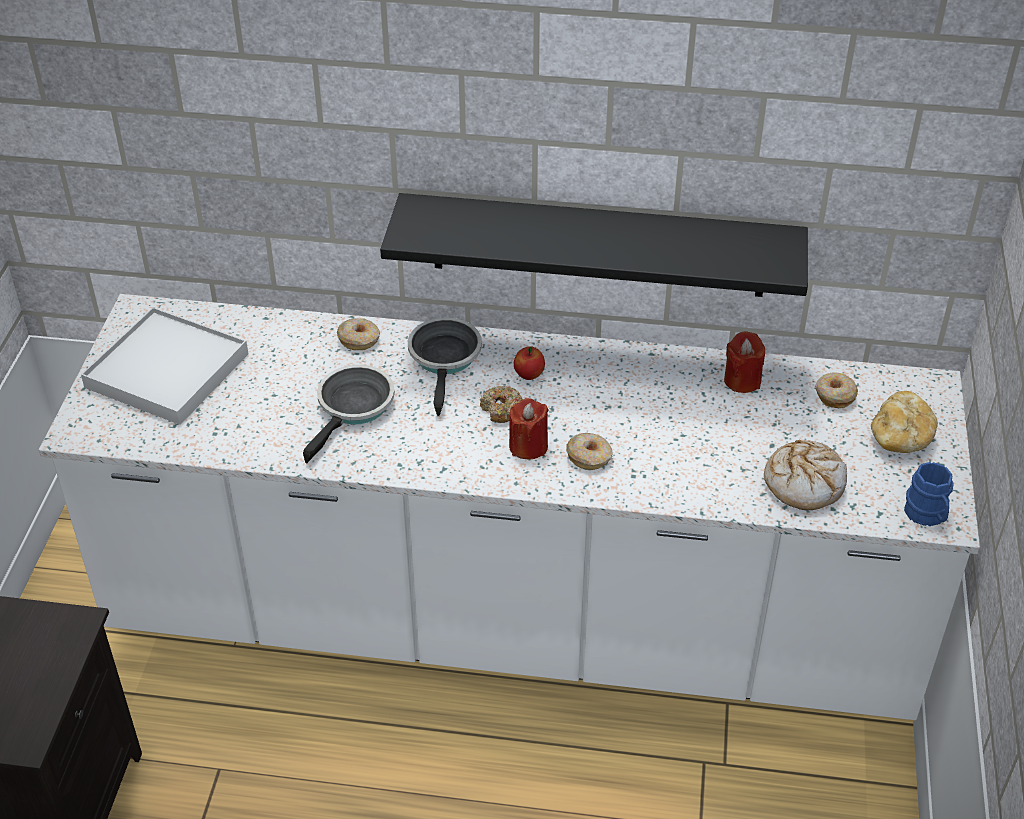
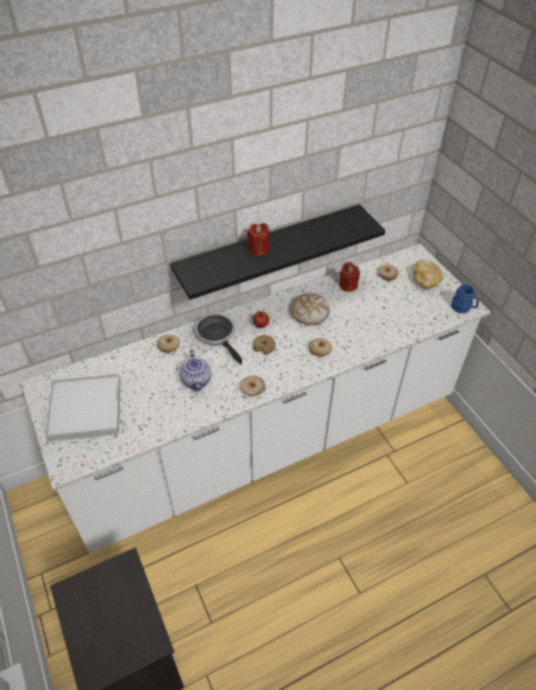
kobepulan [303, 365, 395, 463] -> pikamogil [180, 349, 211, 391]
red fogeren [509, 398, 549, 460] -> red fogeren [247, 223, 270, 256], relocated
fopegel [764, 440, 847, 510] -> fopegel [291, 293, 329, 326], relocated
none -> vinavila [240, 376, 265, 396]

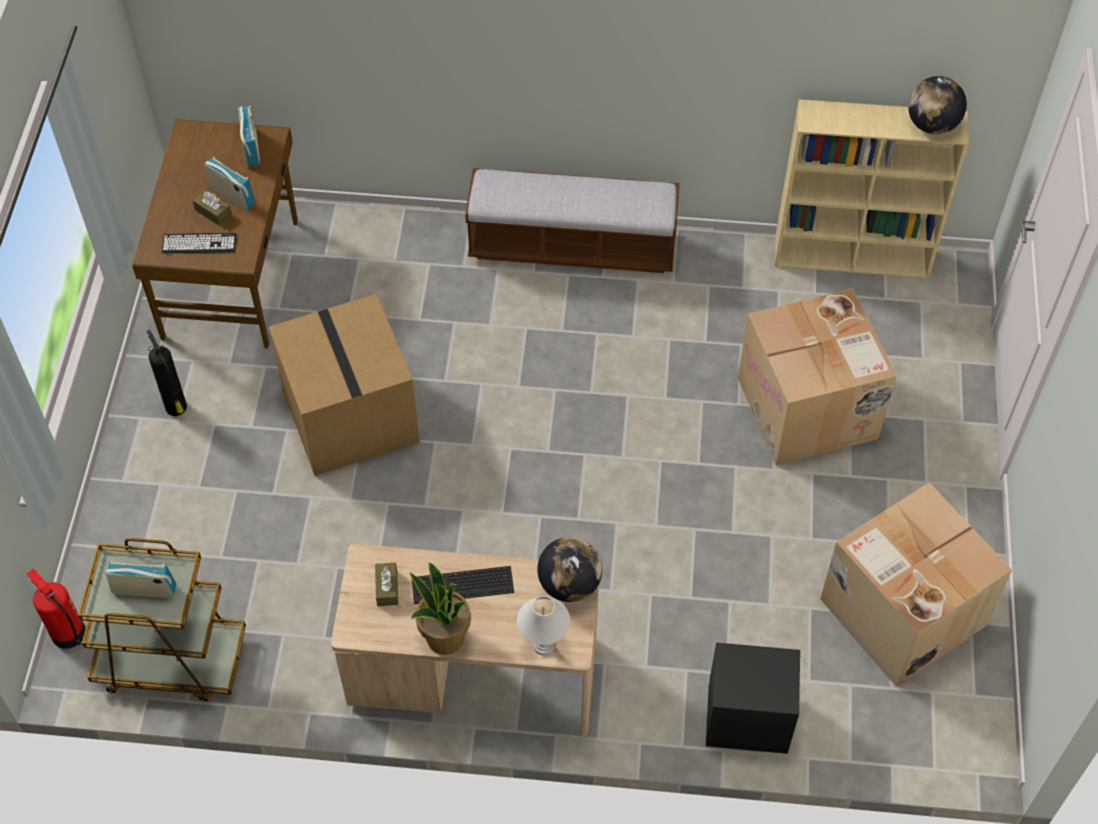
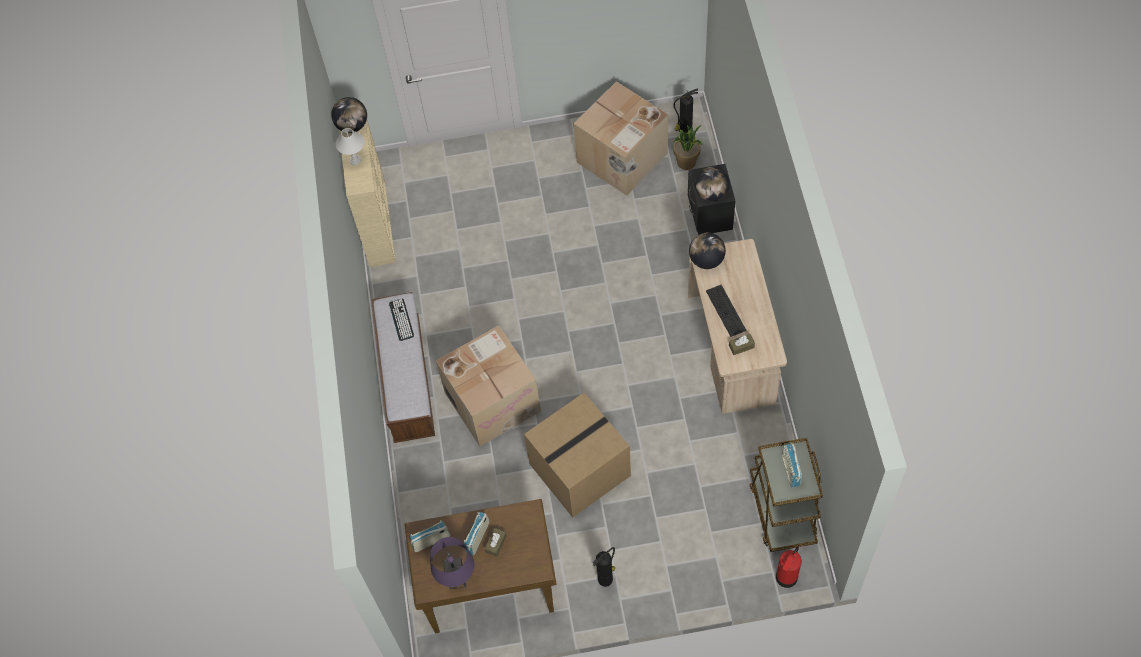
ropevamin [161, 233, 237, 254] -> ropevamin [389, 299, 414, 341], relocated
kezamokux [410, 562, 471, 655] -> kezamokux [673, 125, 702, 170], relocated
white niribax [517, 596, 570, 655] -> white niribax [336, 128, 364, 165], relocated
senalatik [738, 288, 897, 465] -> senalatik [436, 325, 541, 446], relocated
none -> purple niribax [430, 537, 474, 589]
none -> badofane [674, 89, 698, 133]
none -> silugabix [695, 167, 730, 202]

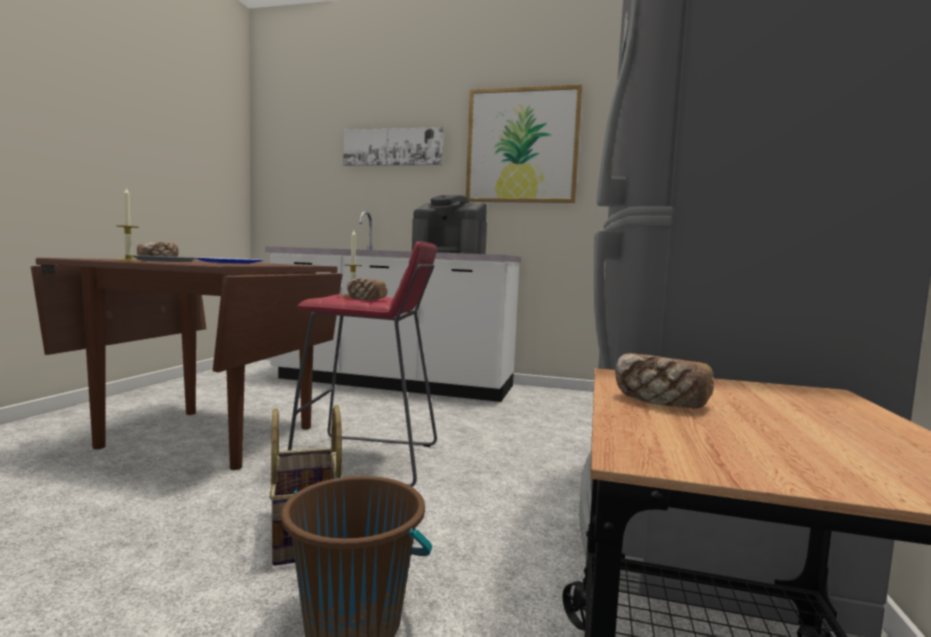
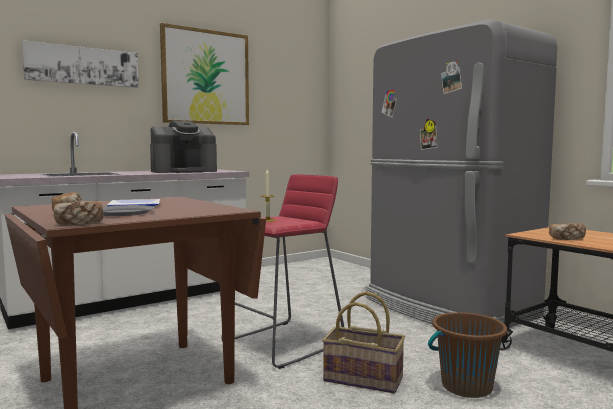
fogeren [116, 187, 142, 261] -> none
fopegel [347, 278, 388, 300] -> fopegel [54, 201, 103, 225], relocated

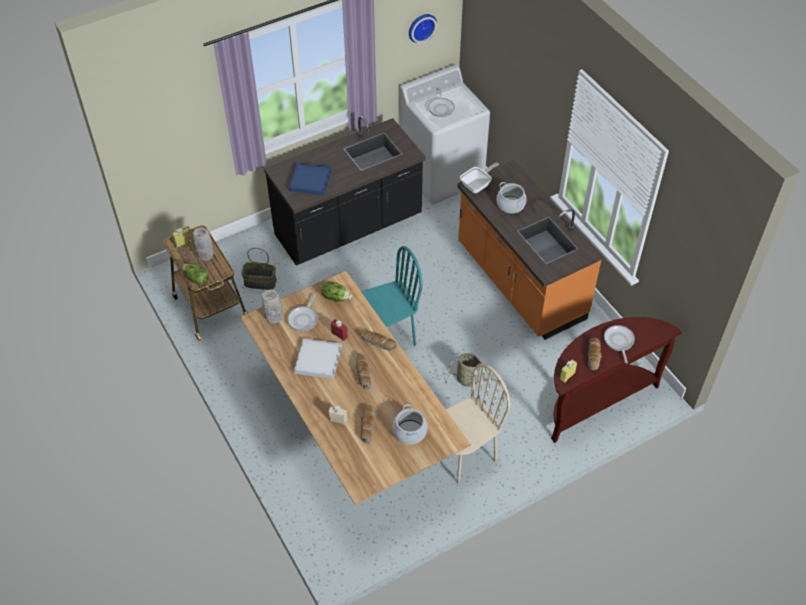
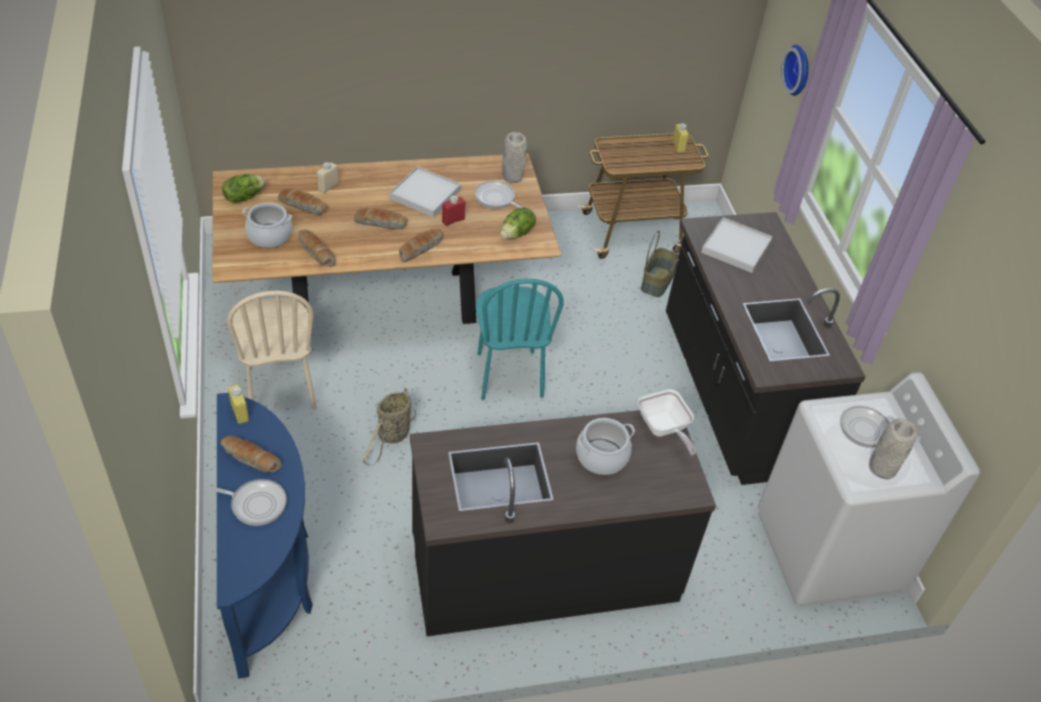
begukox [182, 264, 209, 285] -> begukox [222, 174, 266, 203], relocated
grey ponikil [193, 228, 214, 261] -> grey ponikil [869, 418, 918, 479], relocated
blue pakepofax [289, 163, 331, 195] -> white pakepofax [701, 217, 773, 273]
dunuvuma [409, 14, 437, 43] -> dunuvuma [781, 45, 809, 96], relocated
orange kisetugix [457, 160, 603, 340] -> black kisetugix [410, 410, 716, 636]
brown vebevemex [551, 317, 682, 443] -> blue vebevemex [217, 393, 313, 679]
none -> fopegel [298, 230, 336, 266]

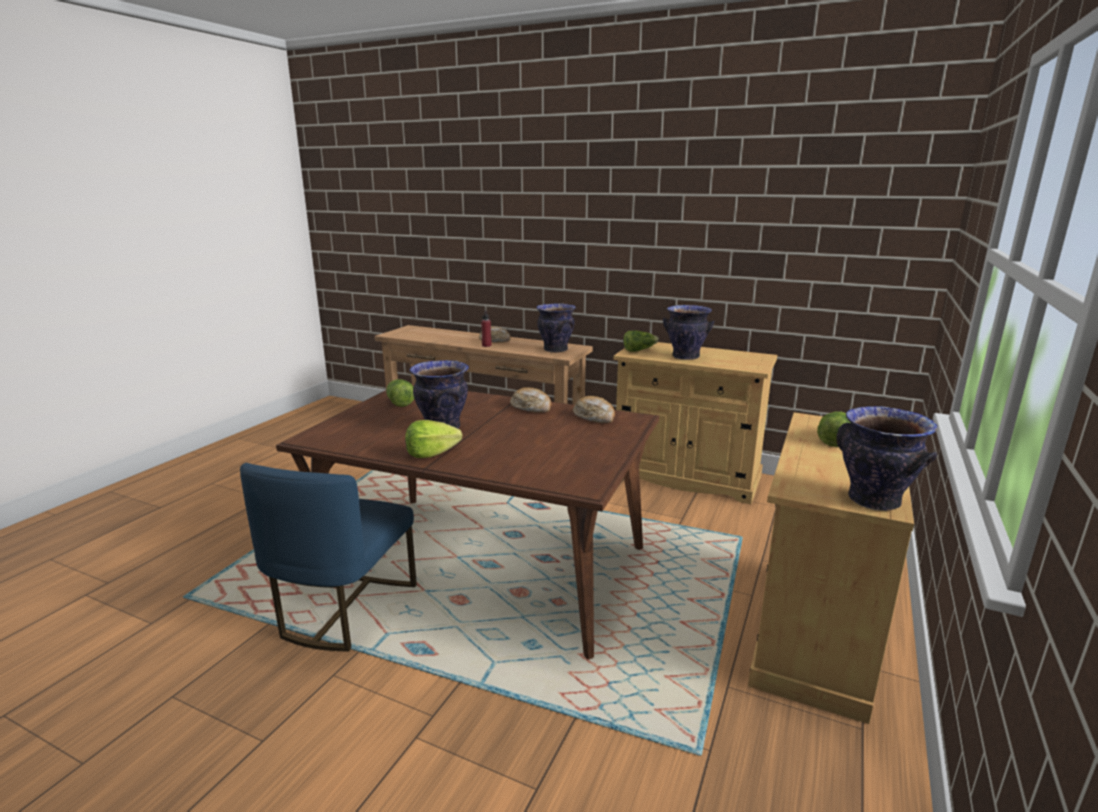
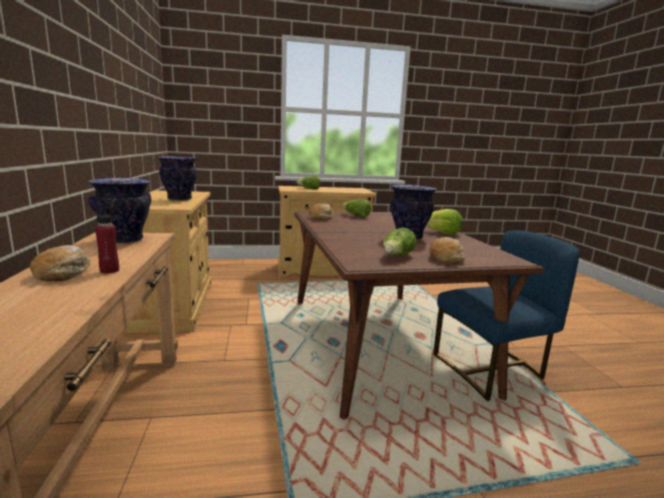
fopegel [510, 387, 552, 413] -> fopegel [429, 237, 465, 264], relocated
begukox [623, 331, 659, 352] -> begukox [342, 199, 371, 218], relocated
ponikil [837, 406, 937, 511] -> none

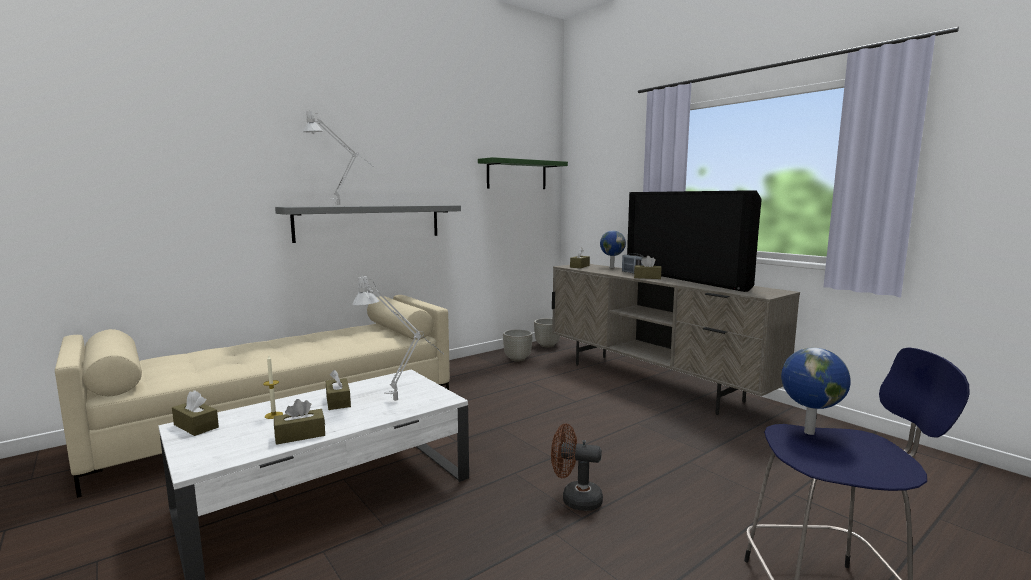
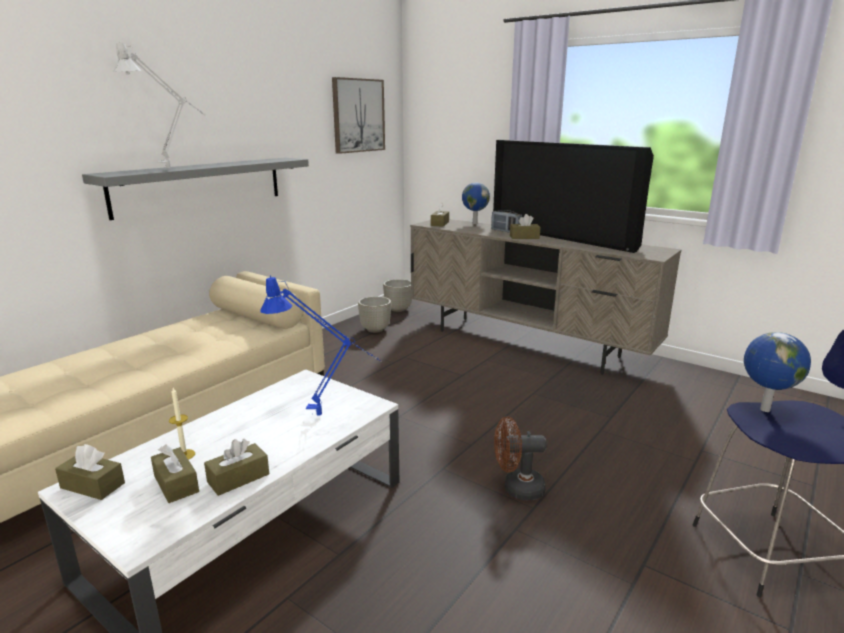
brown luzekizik [326, 370, 351, 410] -> brown luzekizik [151, 444, 199, 503], relocated
grey niribax [352, 274, 444, 401] -> blue niribax [260, 276, 382, 416]
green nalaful [478, 157, 568, 189] -> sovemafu [332, 77, 385, 154]

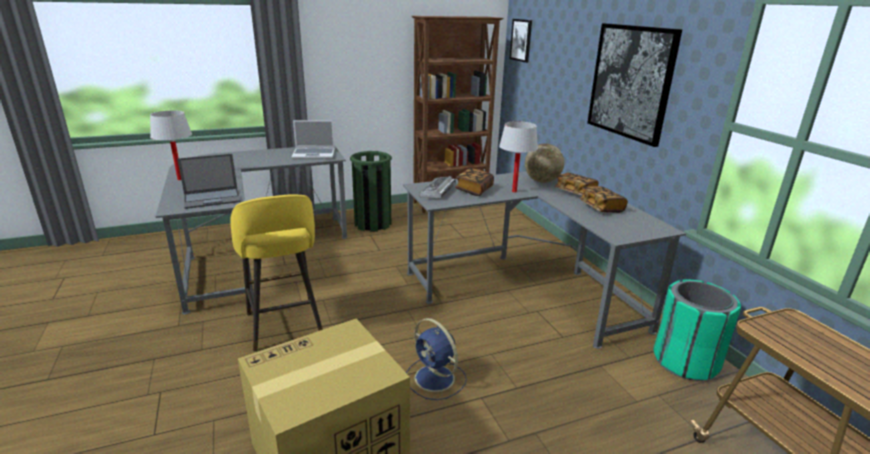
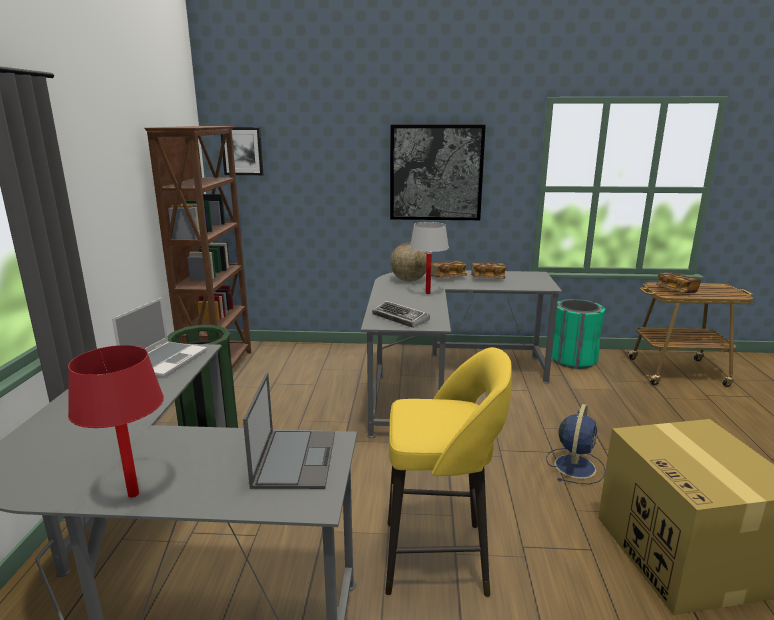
white niribax [150, 110, 192, 180] -> red niribax [68, 345, 164, 498]
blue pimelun [406, 318, 467, 400] -> blue pimelun [546, 404, 605, 484], 45 degrees counterclockwise
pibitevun [455, 168, 494, 196] -> pibitevun [655, 272, 701, 293], relocated

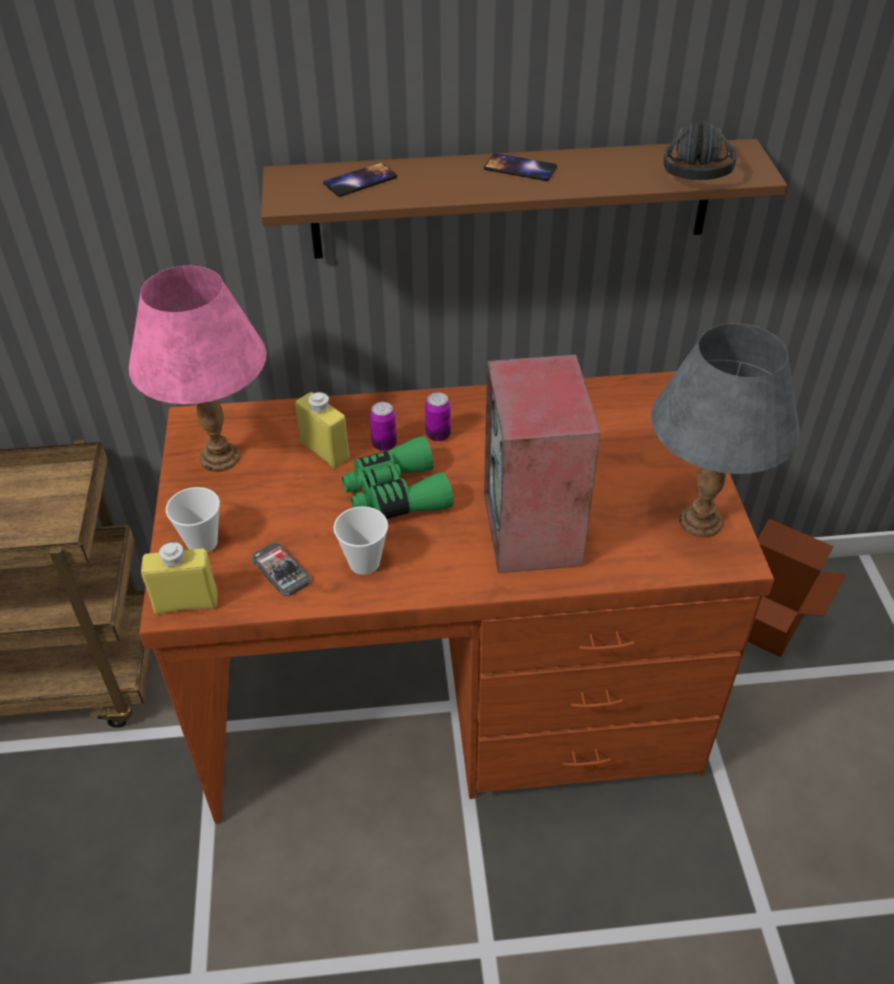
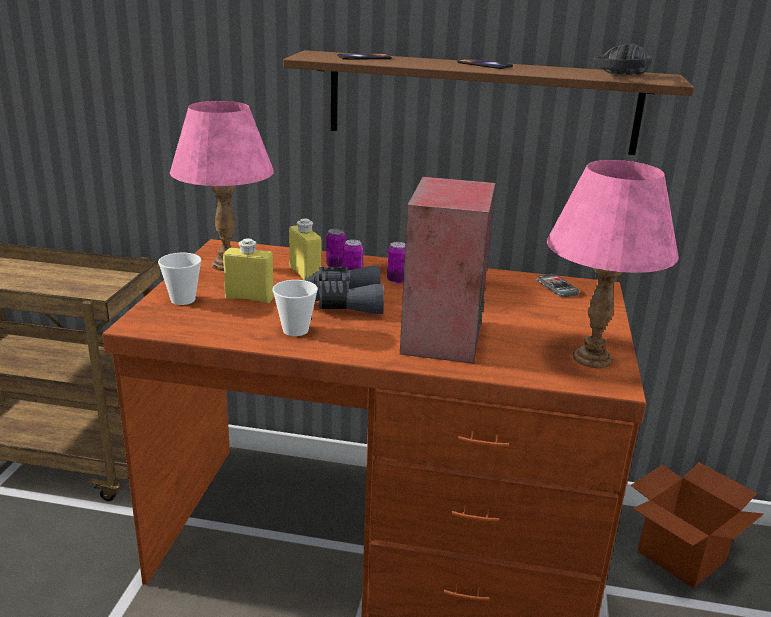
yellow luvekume [141, 541, 218, 615] -> yellow luvekume [223, 238, 274, 303], relocated
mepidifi [252, 543, 311, 596] -> mepidifi [536, 274, 580, 297], relocated
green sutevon [342, 436, 454, 519] -> grey sutevon [305, 266, 384, 314]
grey niribax [651, 323, 800, 537] -> pink niribax [547, 160, 679, 368]
none -> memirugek [326, 229, 346, 267]

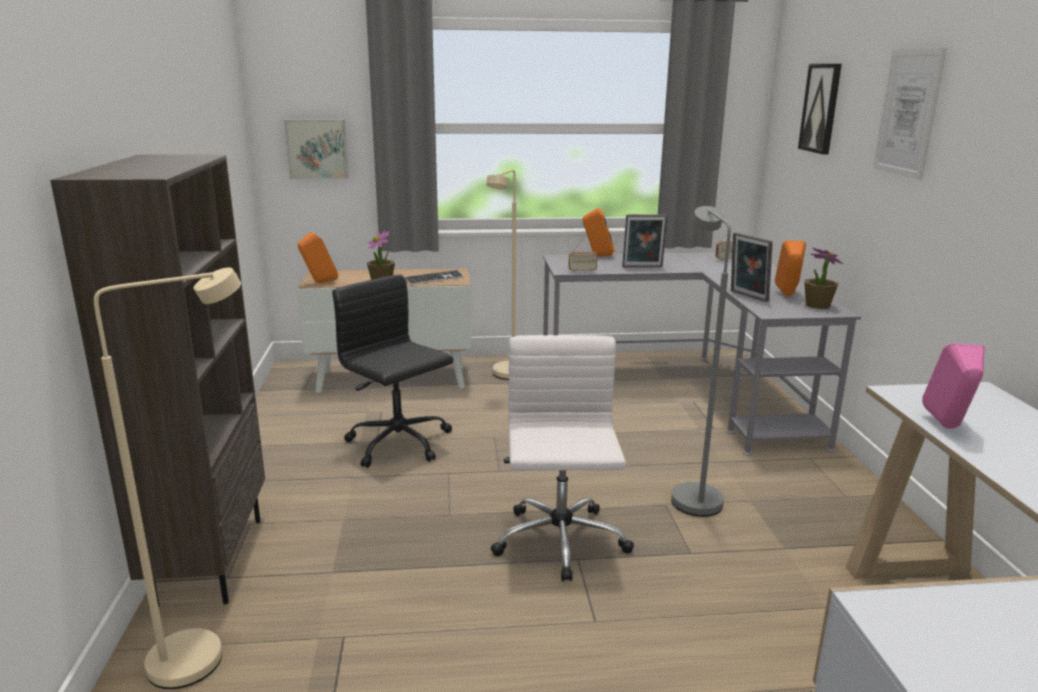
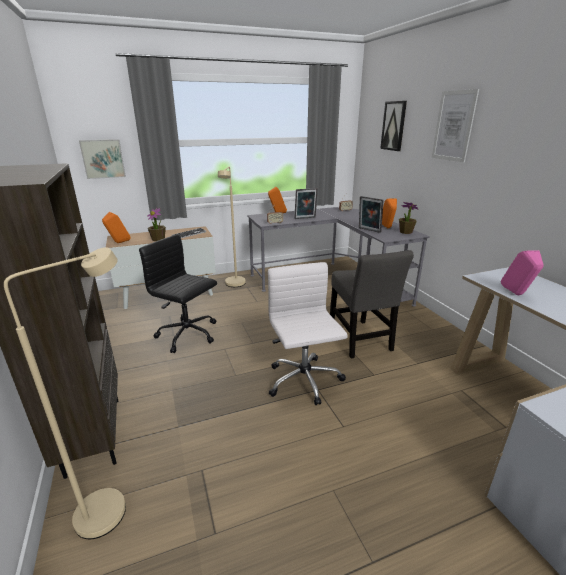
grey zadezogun [671, 206, 731, 517] -> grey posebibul [330, 250, 414, 359]

